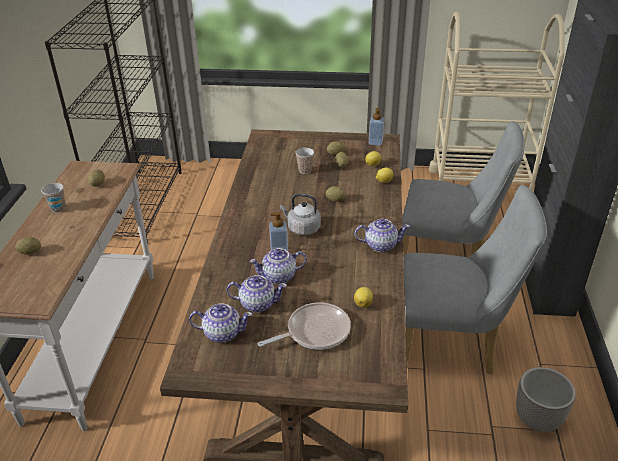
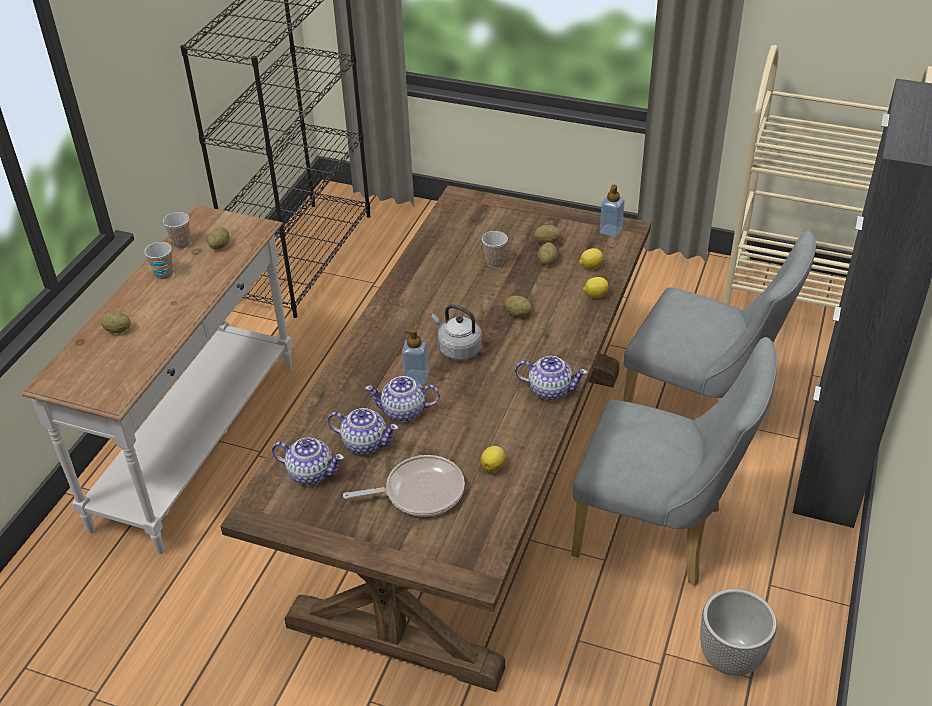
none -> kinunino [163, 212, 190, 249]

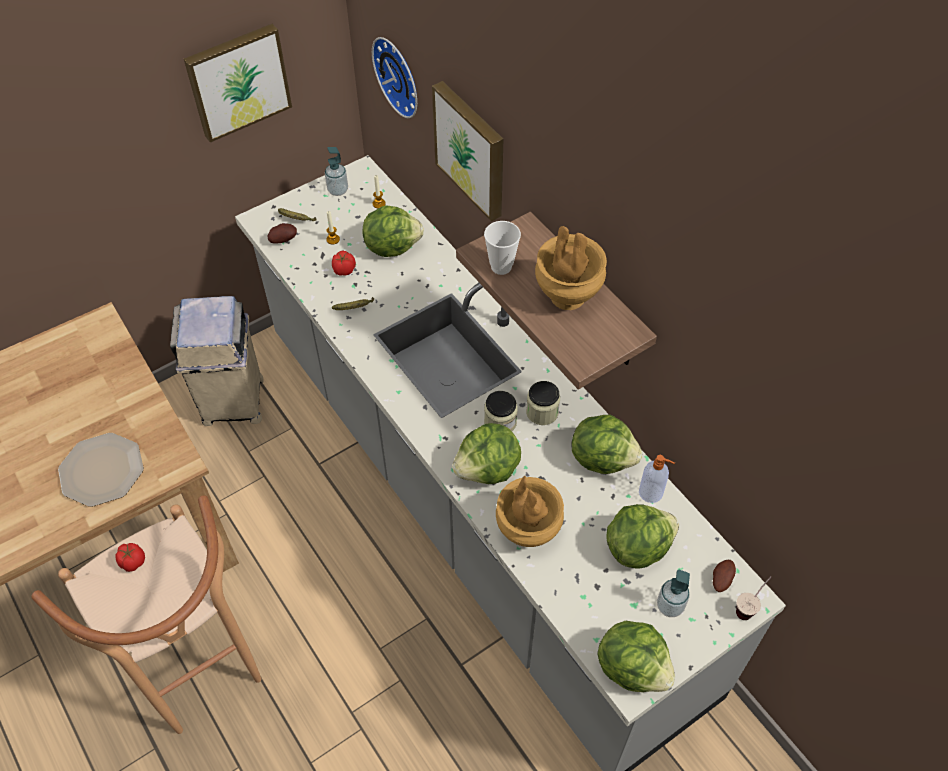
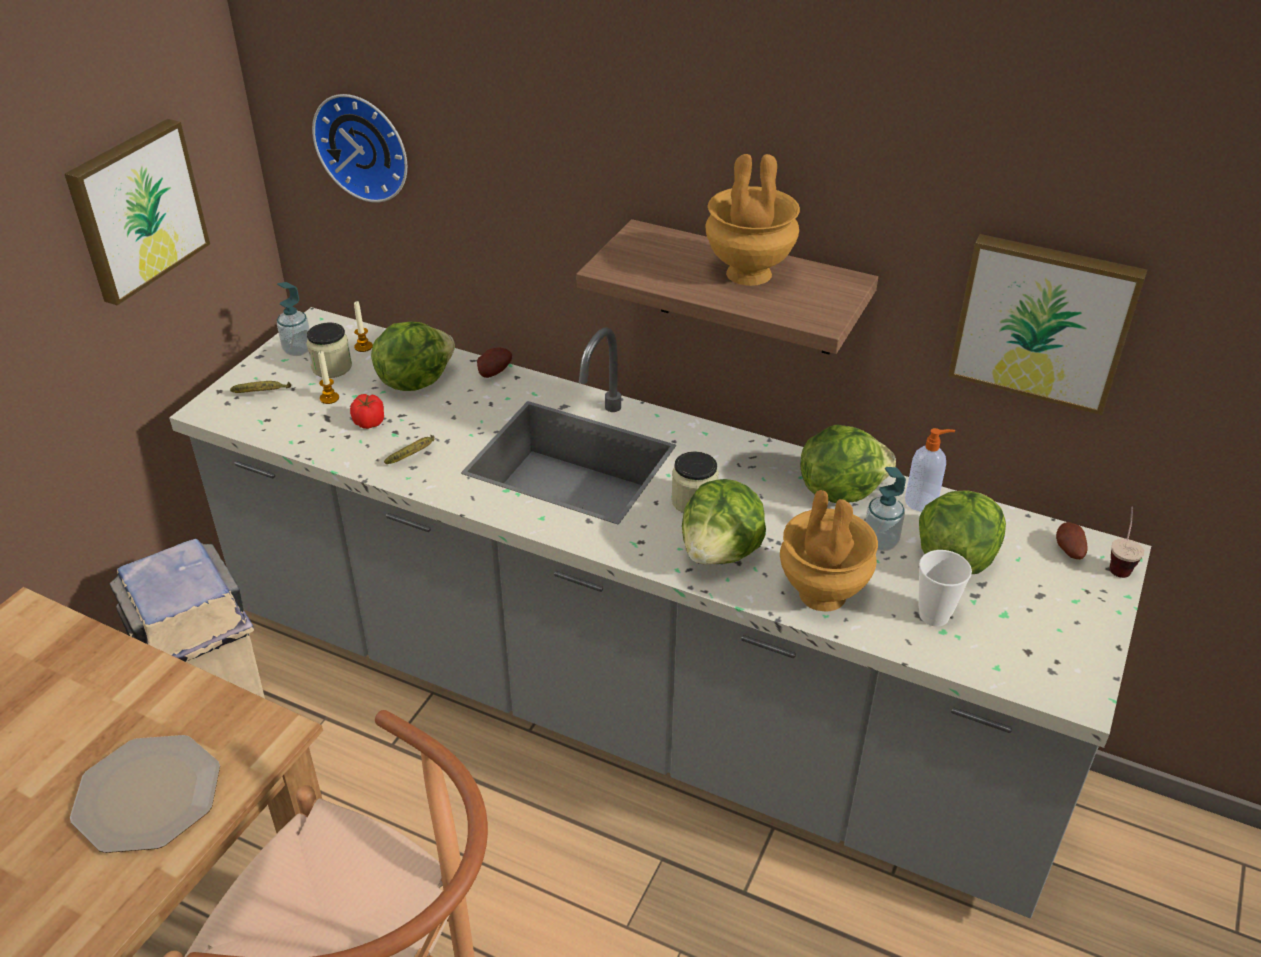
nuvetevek [115, 543, 145, 572] -> none
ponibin [268, 223, 297, 244] -> ponibin [477, 347, 512, 378], relocated
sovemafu [432, 81, 503, 221] -> sovemafu [948, 234, 1147, 415], relocated
kinunino [484, 221, 521, 275] -> kinunino [919, 550, 972, 627], relocated
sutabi [526, 381, 560, 425] -> sutabi [307, 322, 352, 378], relocated
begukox [597, 621, 675, 692] -> none
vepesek [657, 570, 690, 617] -> vepesek [865, 467, 906, 551], relocated

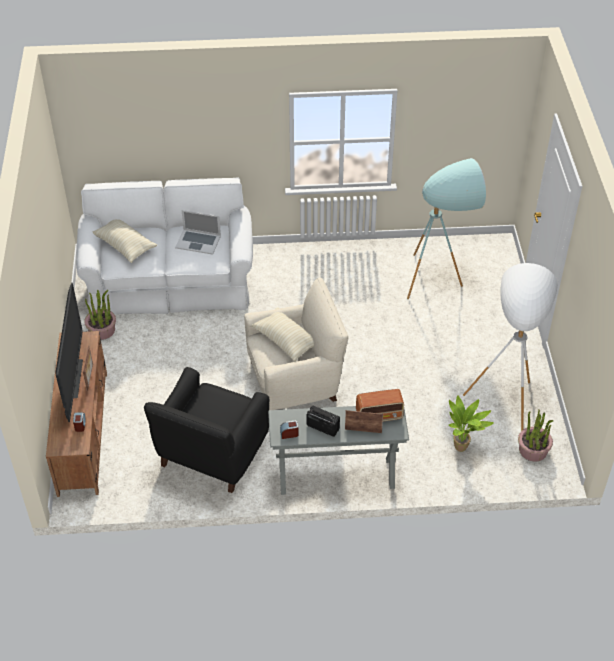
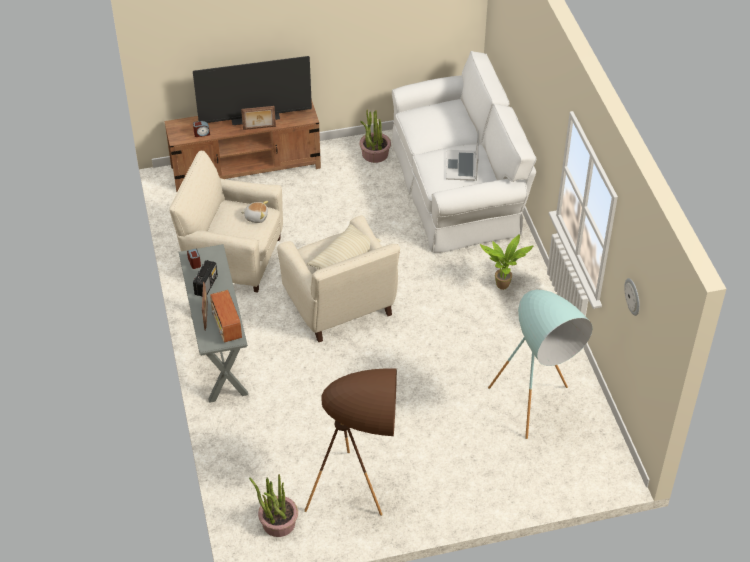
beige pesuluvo [93, 219, 157, 263] -> none
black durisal [144, 367, 269, 493] -> beige durisal [169, 151, 283, 293]
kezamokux [449, 396, 494, 452] -> kezamokux [480, 234, 533, 290], relocated
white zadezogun [463, 263, 558, 431] -> brown zadezogun [304, 368, 397, 516]
none -> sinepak [241, 201, 268, 223]
none -> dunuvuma [624, 278, 640, 316]

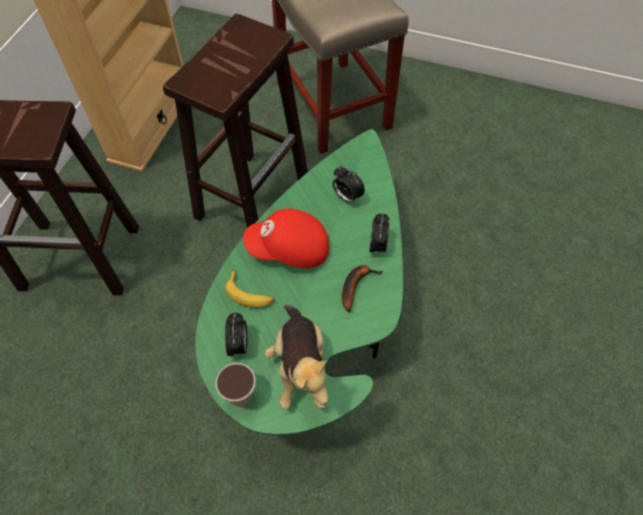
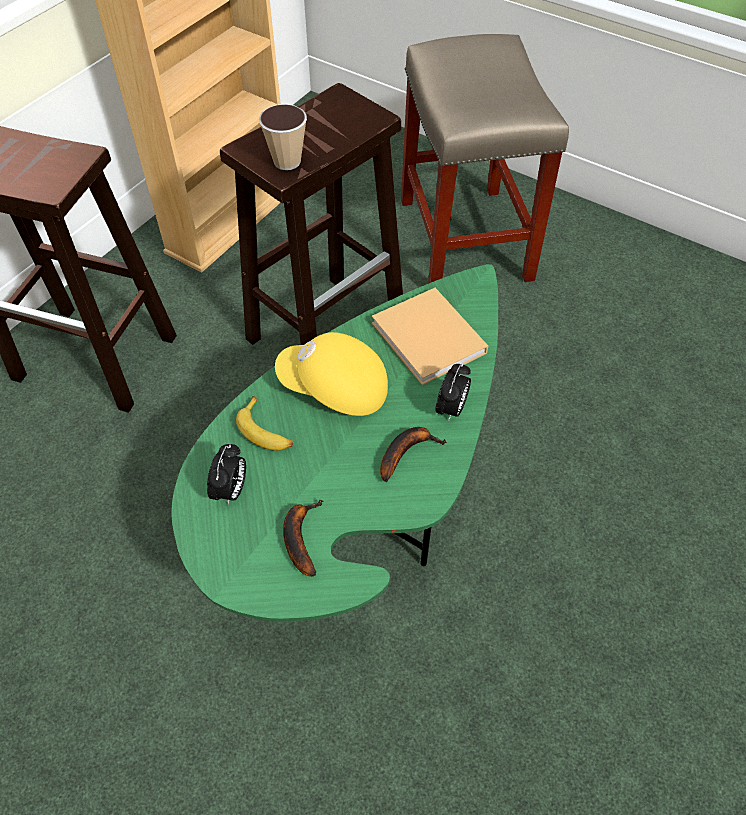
kinunino [215, 363, 256, 406] -> kinunino [259, 104, 307, 170], relocated
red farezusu [243, 209, 329, 268] -> yellow farezusu [275, 332, 388, 416]
sinepak [265, 305, 329, 409] -> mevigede [283, 499, 323, 577]
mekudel [332, 166, 365, 204] -> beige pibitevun [372, 288, 488, 385]

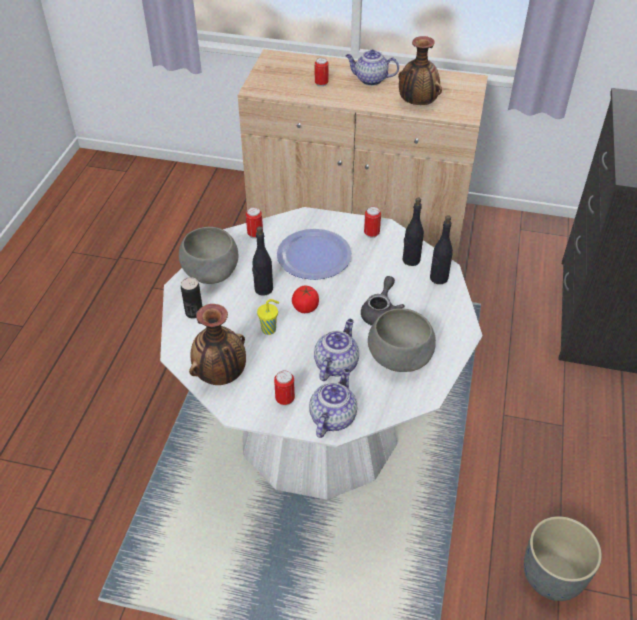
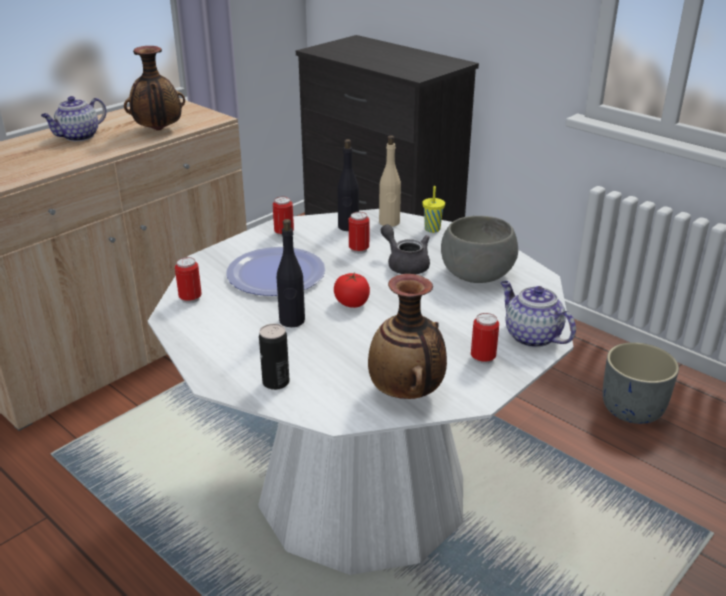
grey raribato [179, 227, 238, 284] -> none
yellow kinunino [257, 299, 279, 335] -> yellow kinunino [422, 186, 445, 233], relocated
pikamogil [314, 319, 359, 381] -> none
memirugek [315, 58, 329, 87] -> memirugek [349, 212, 369, 254], relocated
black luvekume [430, 215, 453, 284] -> beige luvekume [379, 135, 401, 227]

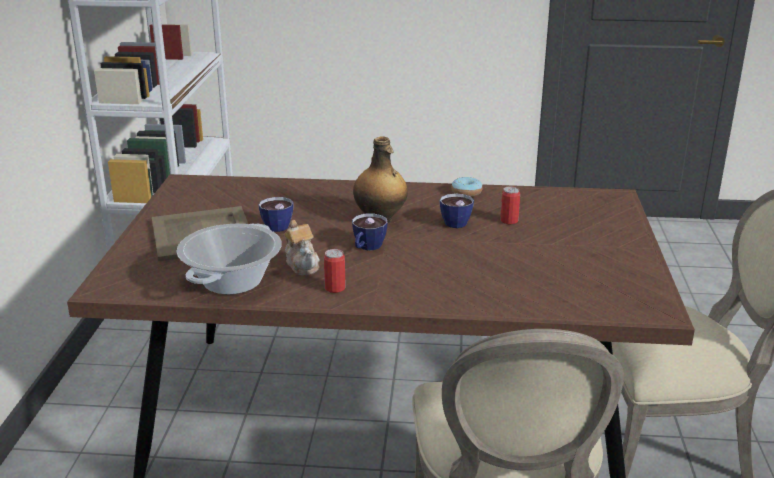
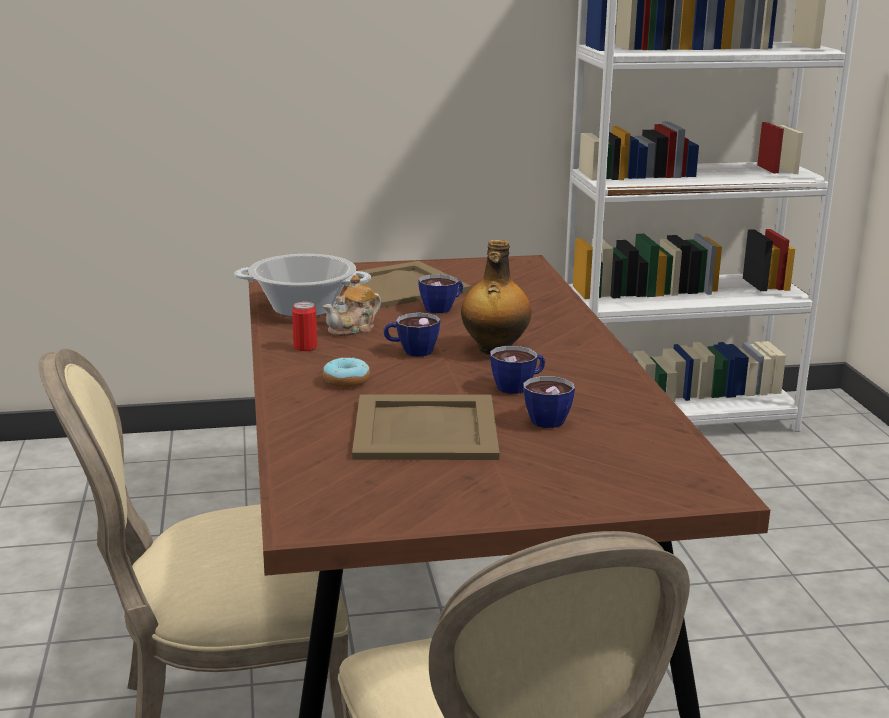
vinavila [451, 177, 483, 197] -> vinavila [323, 357, 370, 388], relocated
memirugek [500, 186, 520, 224] -> kinunino [523, 376, 575, 428]
none -> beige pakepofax [352, 394, 499, 460]

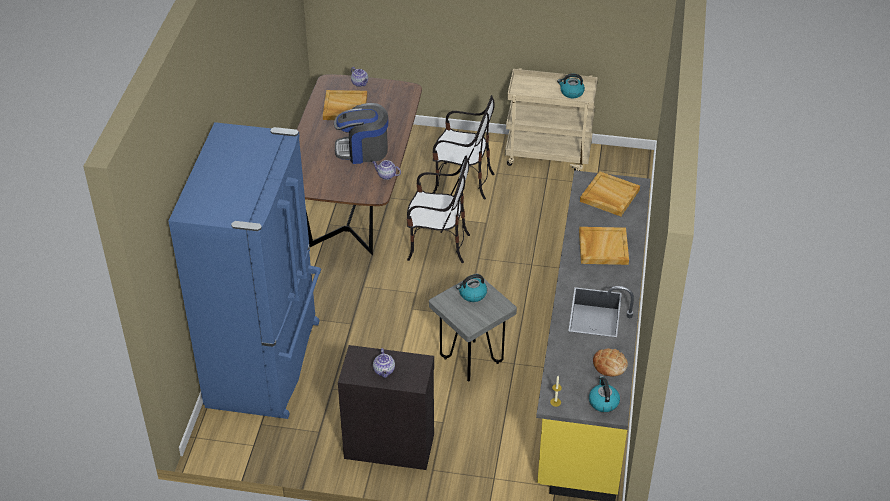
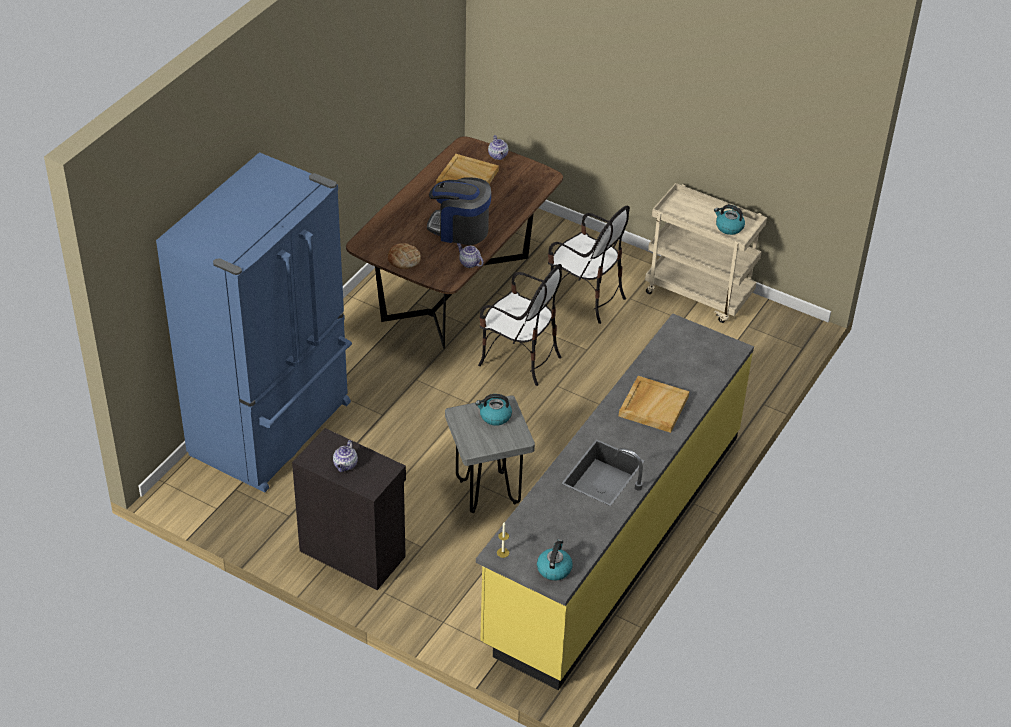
beige pakepofax [580, 171, 640, 216] -> none
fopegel [593, 348, 628, 376] -> fopegel [388, 243, 421, 269], relocated

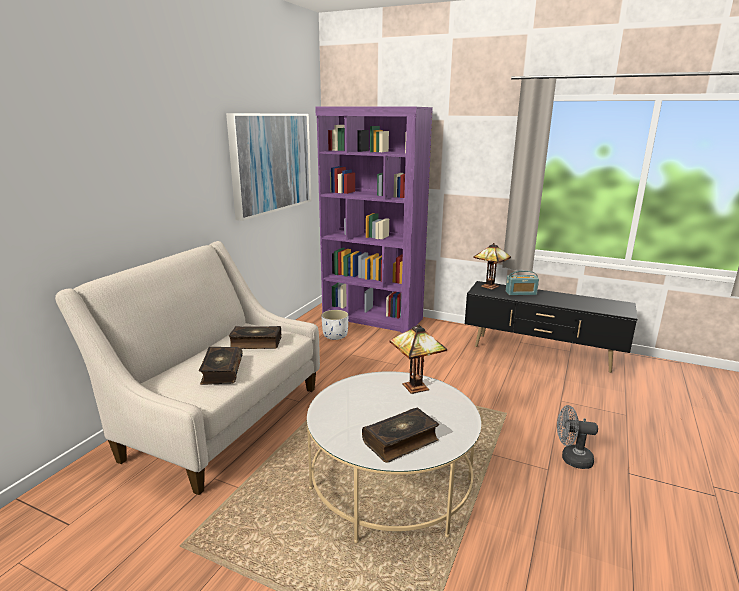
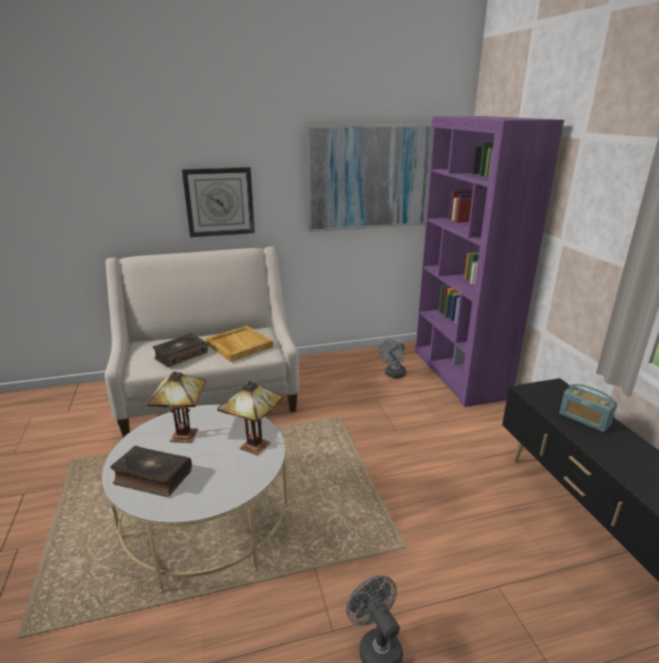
pibitevun [229, 326, 281, 349] -> beige pakepofax [206, 326, 273, 362]
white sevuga [321, 310, 349, 340] -> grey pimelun [379, 340, 406, 378]
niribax [474, 243, 511, 290] -> niribax [147, 371, 206, 443], relocated
none -> dunuvuma [182, 167, 255, 237]

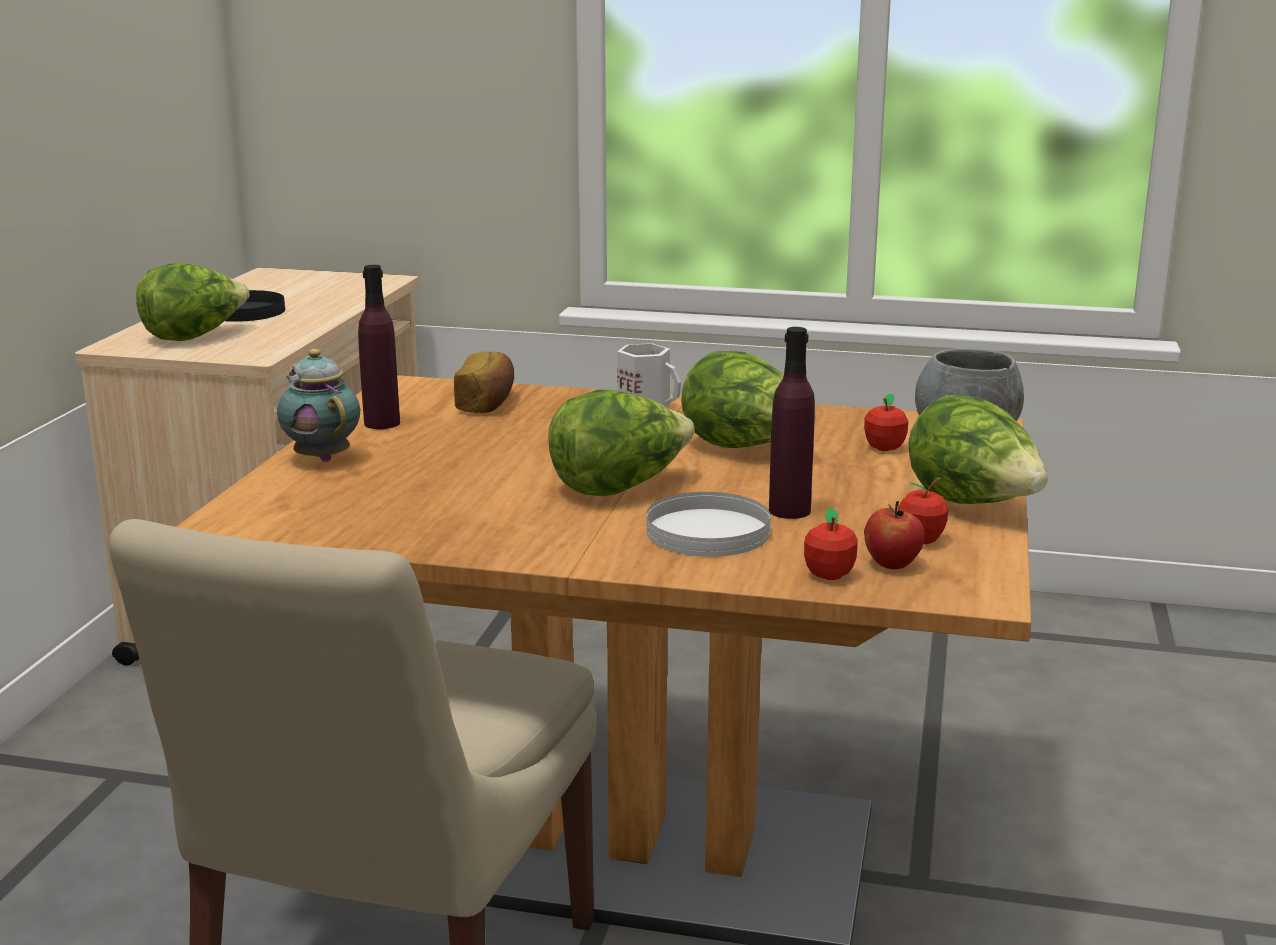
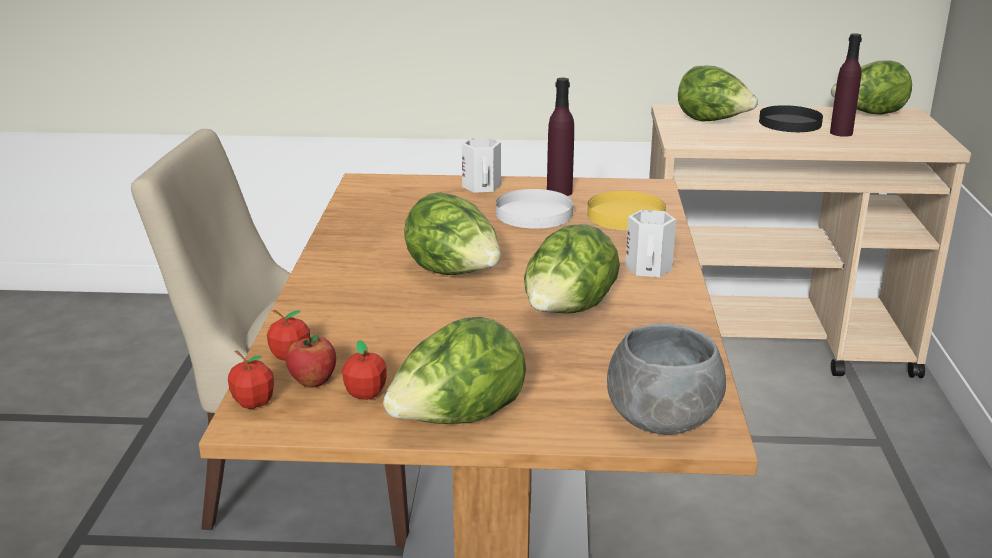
pikamogil [277, 349, 360, 462] -> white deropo [462, 138, 501, 193]
fopegel [454, 351, 514, 413] -> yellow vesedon [587, 191, 666, 231]
white vesedon [646, 492, 771, 557] -> white vesedon [496, 189, 573, 229], relocated
purple luvekume [769, 327, 815, 519] -> purple luvekume [830, 33, 862, 137], relocated
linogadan [864, 394, 908, 451] -> linogadan [228, 350, 274, 409], relocated
none -> begukox [831, 61, 912, 114]

